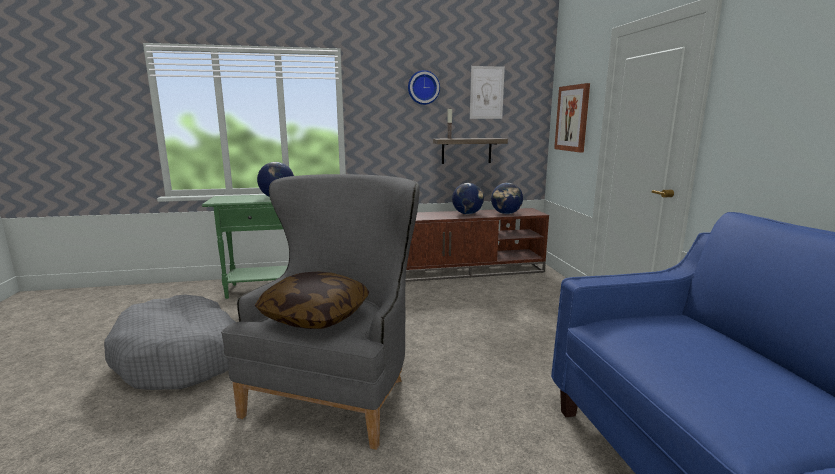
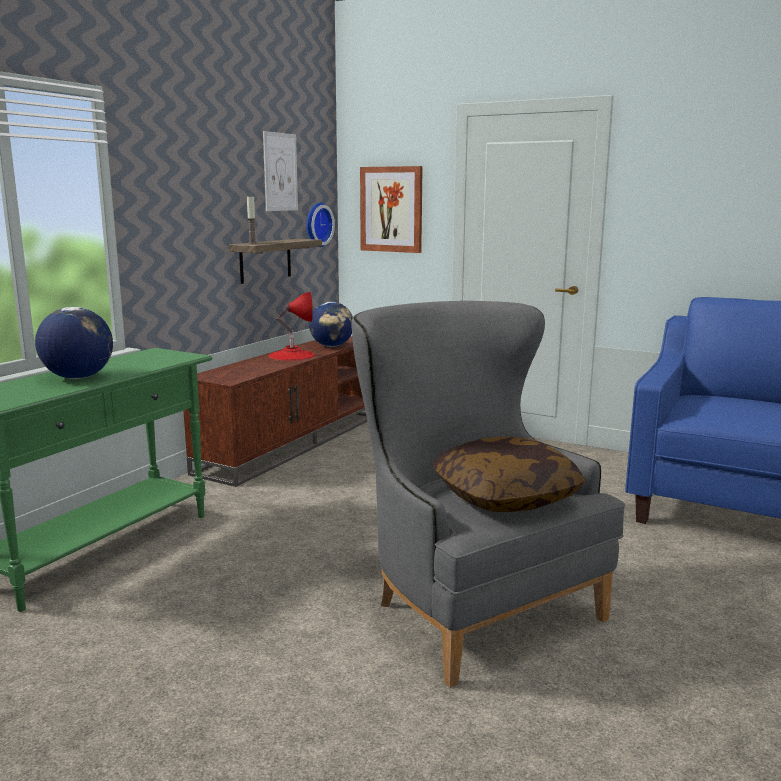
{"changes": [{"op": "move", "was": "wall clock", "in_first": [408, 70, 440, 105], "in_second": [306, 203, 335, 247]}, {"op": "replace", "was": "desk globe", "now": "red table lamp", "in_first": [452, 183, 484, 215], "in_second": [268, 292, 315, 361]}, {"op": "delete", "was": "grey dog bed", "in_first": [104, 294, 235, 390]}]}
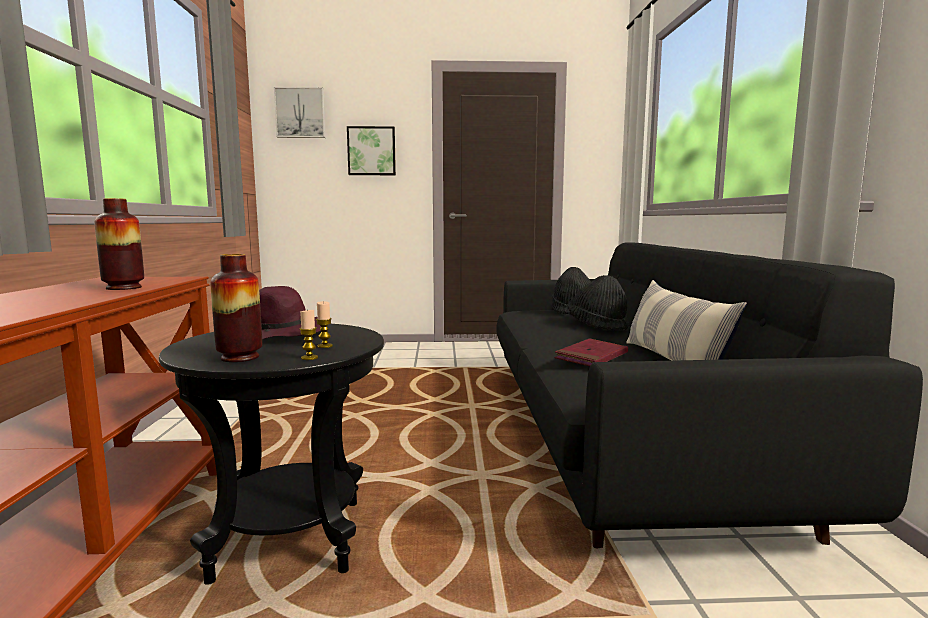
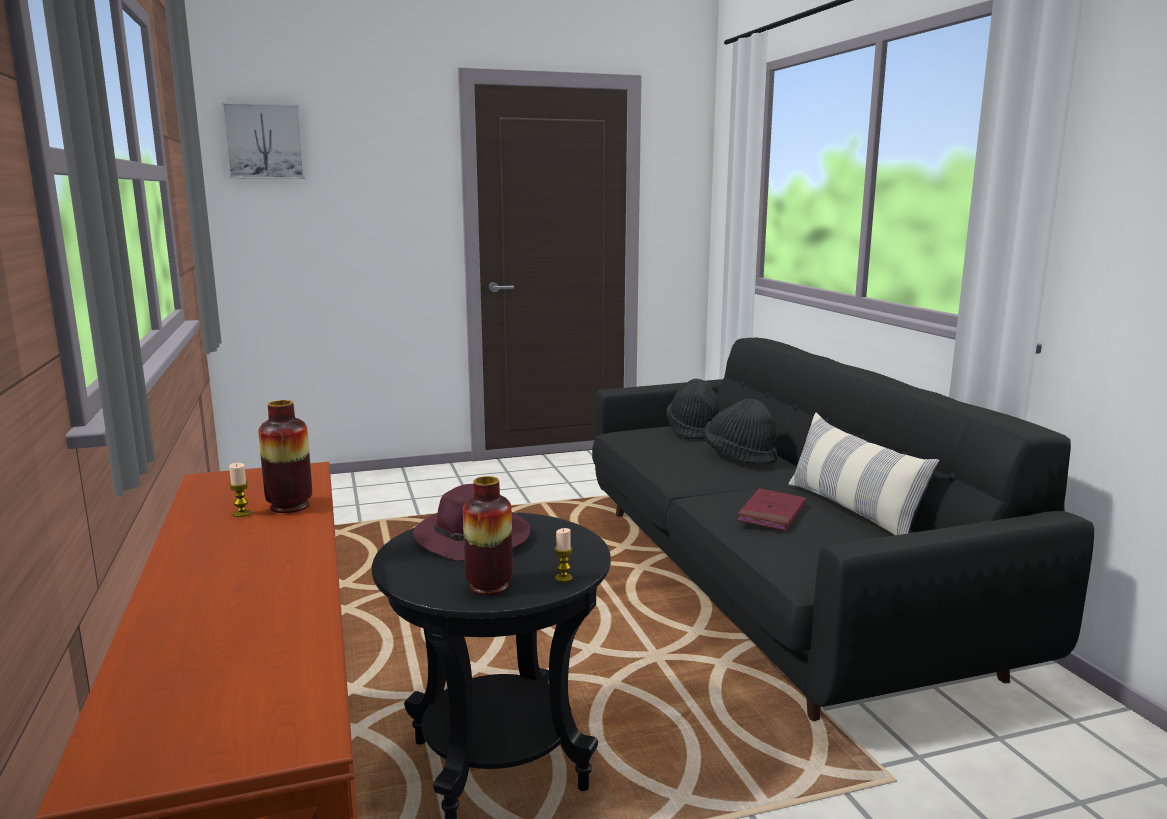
{"changes": [{"op": "delete", "was": "wall picture", "in_first": [347, 126, 396, 175]}, {"op": "move", "was": "wax candle", "in_first": [316, 301, 333, 348], "in_second": [229, 463, 251, 517]}]}
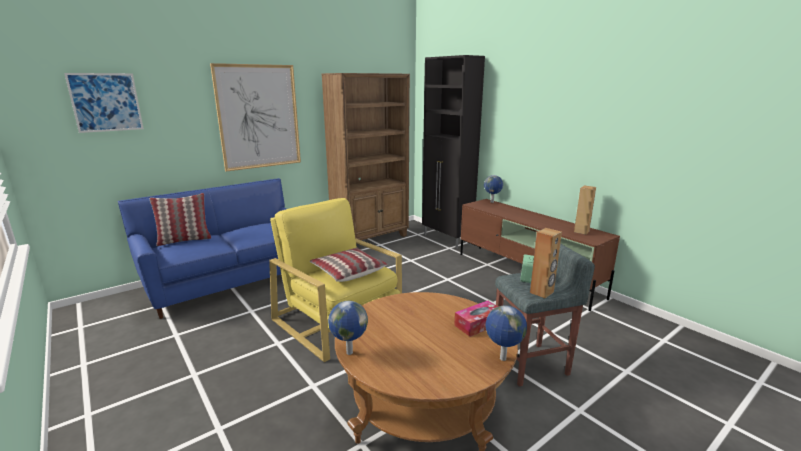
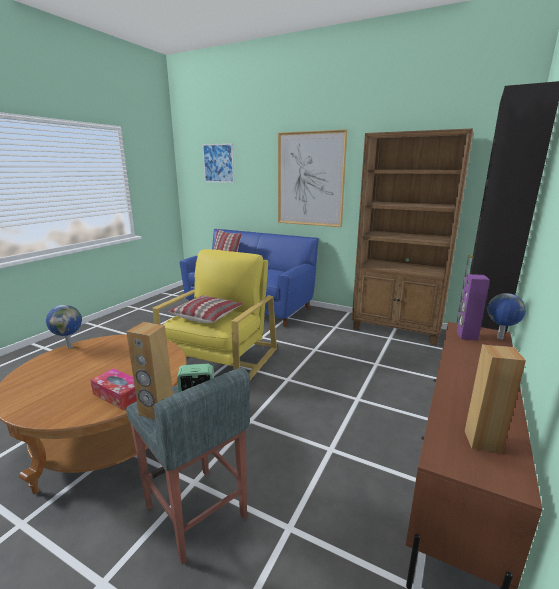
{"changes": [{"op": "delete", "was": "desk globe", "in_first": [486, 305, 527, 361]}, {"op": "insert", "now": "purple-coloured audio speaker", "in_second": [457, 274, 490, 340]}]}
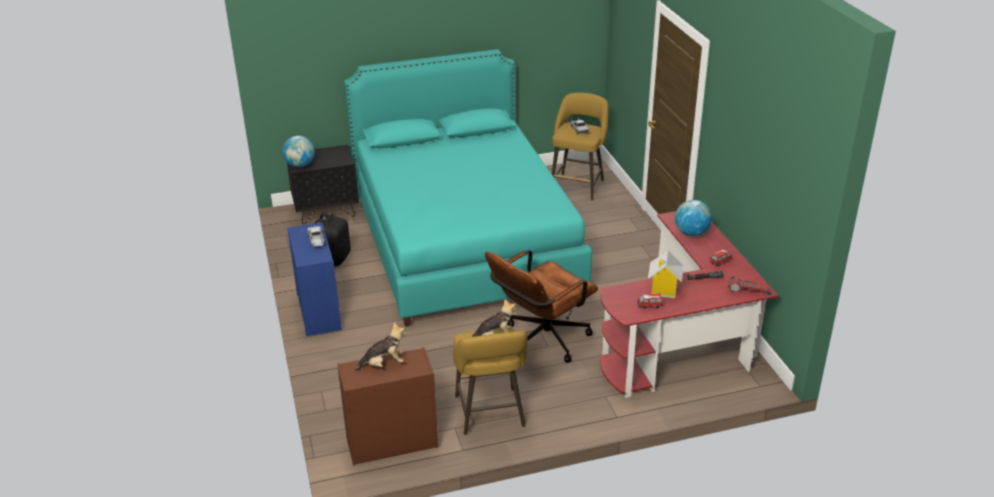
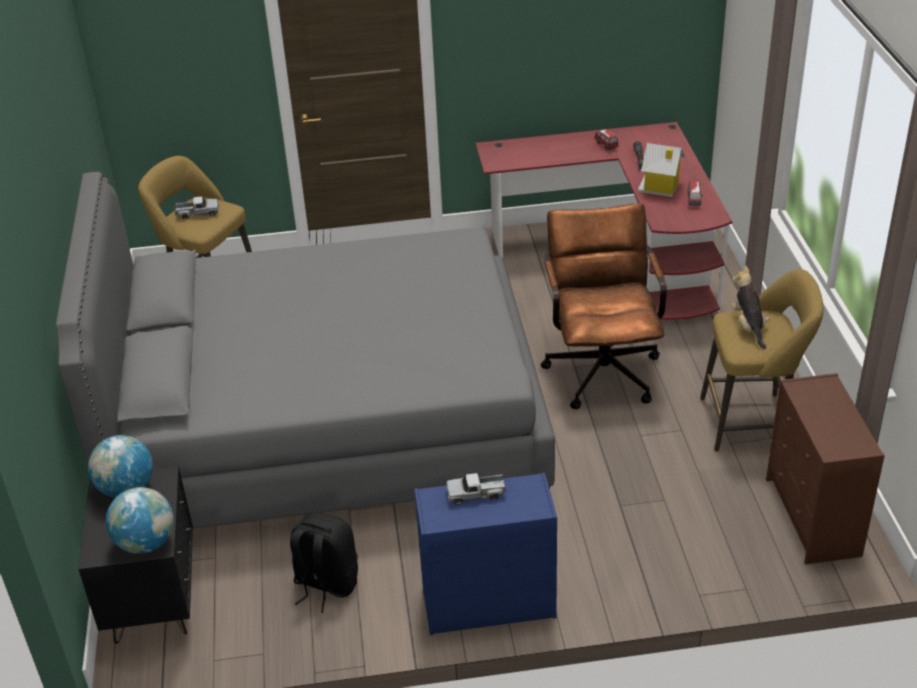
{"changes": [{"op": "recolor", "was": "blue-green bedroom bed", "now": "grey bedroom bed", "in_first": [344, 49, 592, 327], "in_second": [56, 172, 555, 529]}, {"op": "move", "was": "desk globe", "in_first": [675, 200, 712, 236], "in_second": [88, 435, 153, 498]}, {"op": "rotate", "was": "brown office chair", "in_first": [485, 249, 598, 363], "in_second": [540, 204, 667, 409], "clockwise": -150}, {"op": "delete", "was": "flashlight", "in_first": [728, 276, 766, 293]}, {"op": "delete", "was": "soft toy", "in_first": [355, 323, 407, 372]}]}
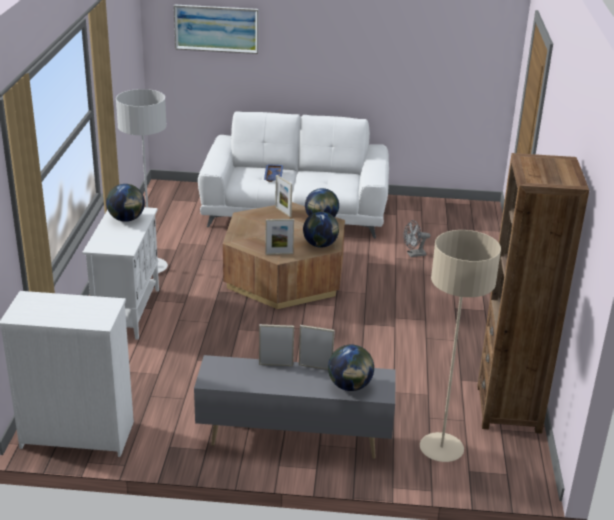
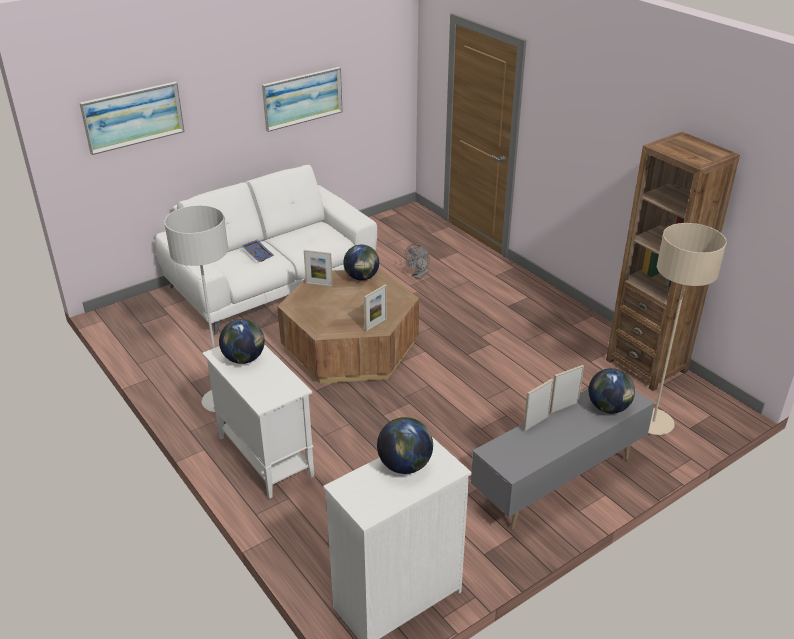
{"changes": [{"op": "move", "was": "desk globe", "in_first": [303, 212, 339, 248], "in_second": [377, 417, 433, 474]}, {"op": "insert", "now": "wall picture", "in_second": [262, 67, 343, 132]}]}
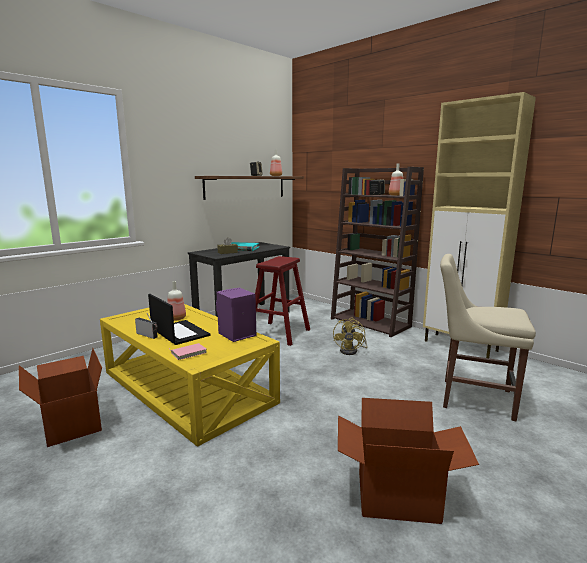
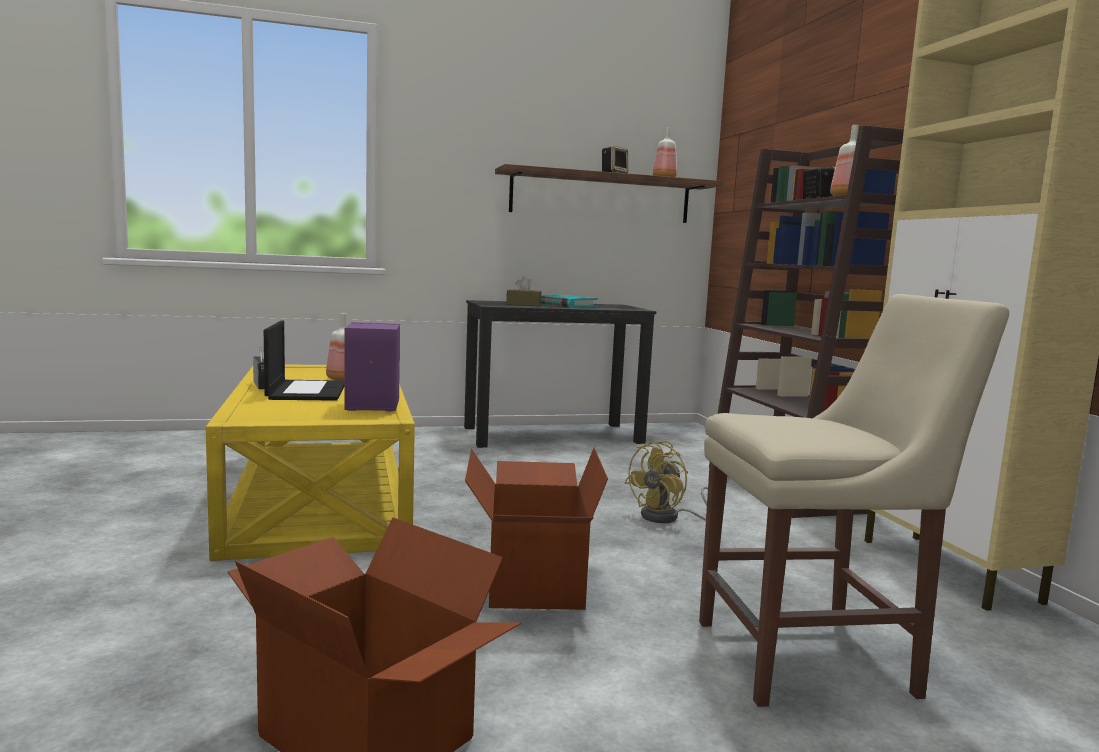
{"changes": [{"op": "rotate", "was": "beige chair", "in_first": [440, 254, 536, 422], "in_second": [699, 294, 1009, 707], "clockwise": 120}, {"op": "delete", "was": "red stool seat", "in_first": [255, 256, 310, 346]}, {"op": "delete", "was": "pink bound book", "in_first": [169, 343, 207, 360]}, {"op": "move", "was": "carton", "in_first": [19, 348, 102, 447], "in_second": [465, 448, 608, 610]}]}
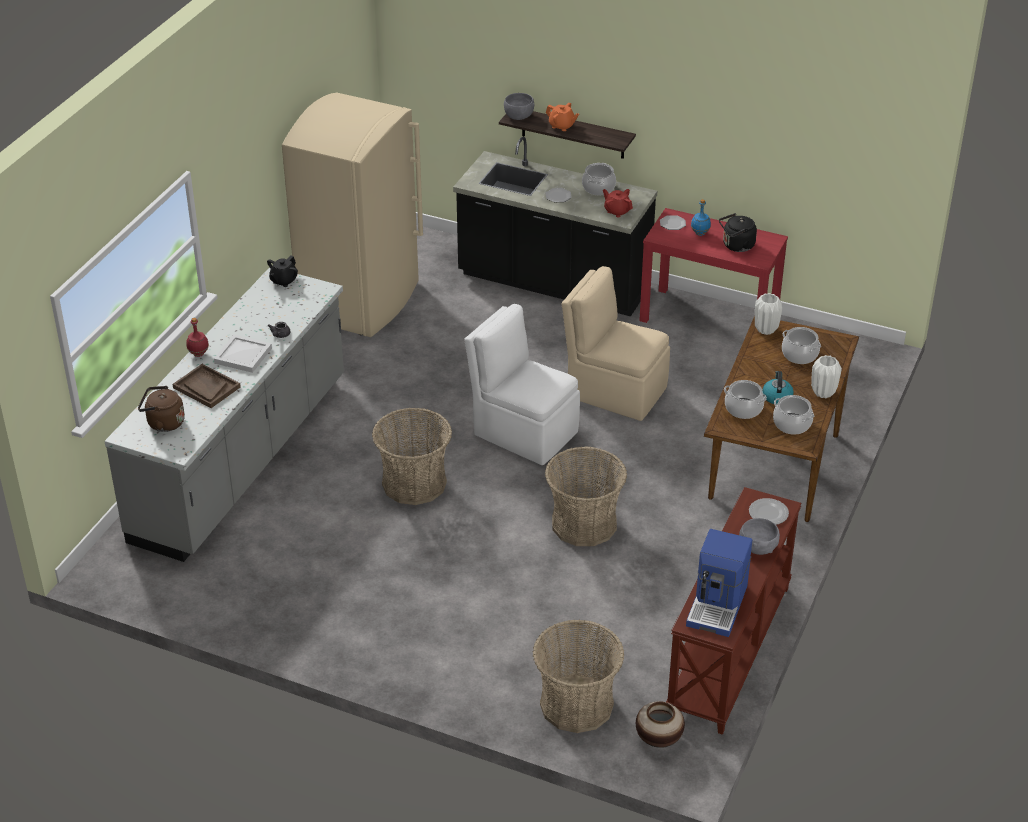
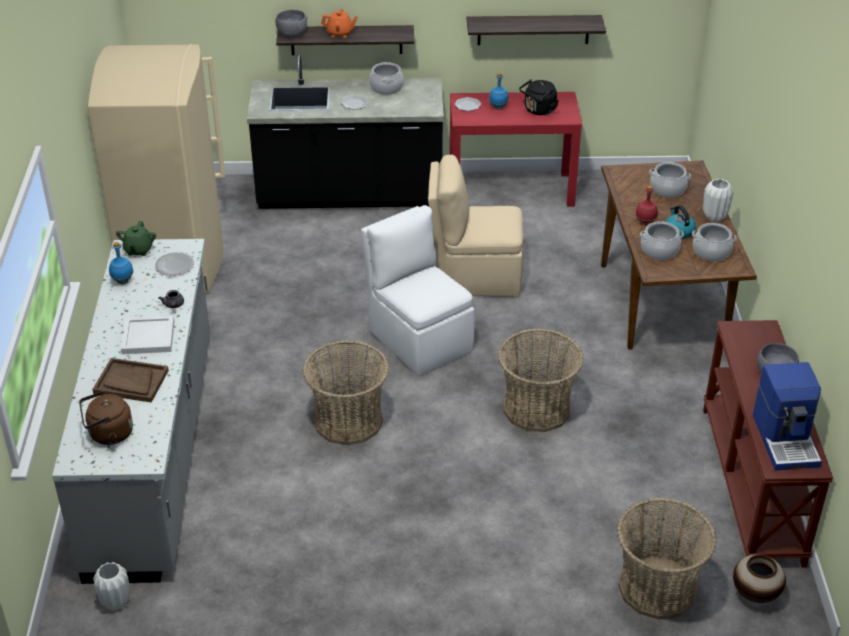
{"changes": [{"op": "delete", "was": "red teapot", "in_first": [603, 189, 633, 217]}, {"op": "recolor", "was": "blackish teapot", "now": "green-coloured teapot", "in_first": [267, 256, 298, 287], "in_second": [116, 221, 156, 256]}, {"op": "move", "was": "whitish vase", "in_first": [755, 293, 782, 335], "in_second": [93, 562, 130, 611]}, {"op": "rotate", "was": "whitish chair", "in_first": [464, 304, 580, 465], "in_second": [361, 205, 475, 376], "clockwise": 45}, {"op": "move", "was": "red drink bottle", "in_first": [186, 318, 209, 357], "in_second": [635, 186, 658, 226]}, {"op": "move", "was": "dinner plate", "in_first": [749, 498, 789, 525], "in_second": [155, 252, 194, 276]}, {"op": "insert", "now": "bracket shelf", "in_second": [467, 15, 606, 45]}, {"op": "insert", "now": "bluish drink bottle", "in_second": [109, 242, 134, 284]}]}
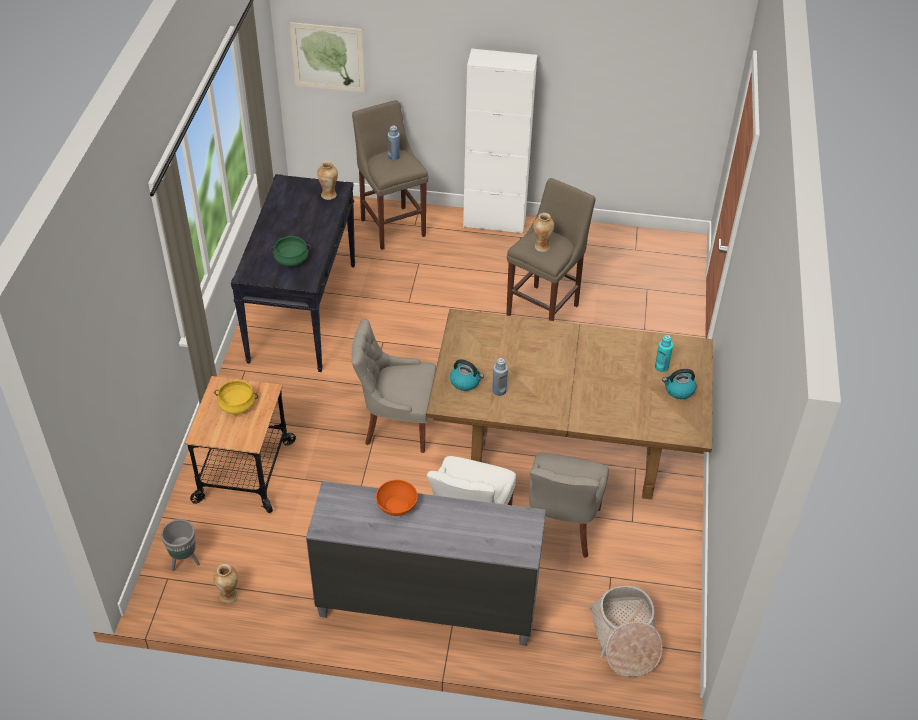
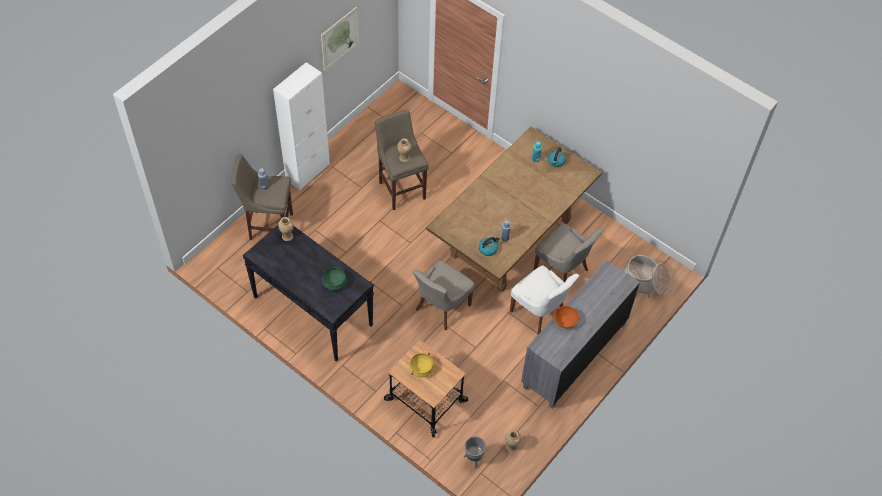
{"changes": [{"op": "move", "was": "wall picture", "in_first": [290, 22, 365, 93], "in_second": [321, 6, 359, 71]}]}
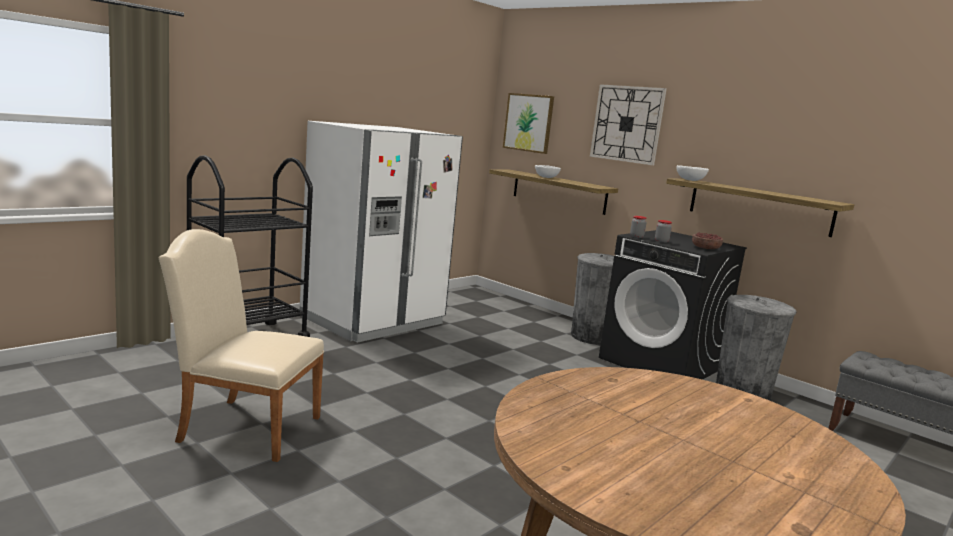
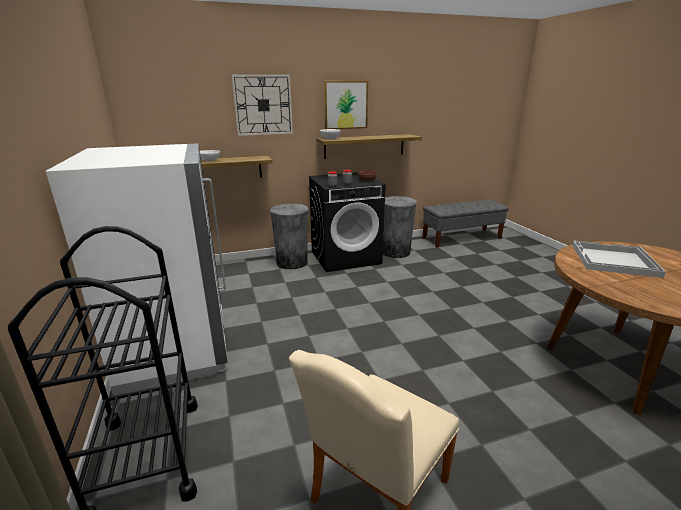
{"changes": [{"op": "move", "was": "wall picture", "in_first": [503, 93, 554, 154], "in_second": [324, 81, 368, 129]}, {"op": "insert", "now": "whitish carrying tray", "in_second": [573, 241, 666, 278]}]}
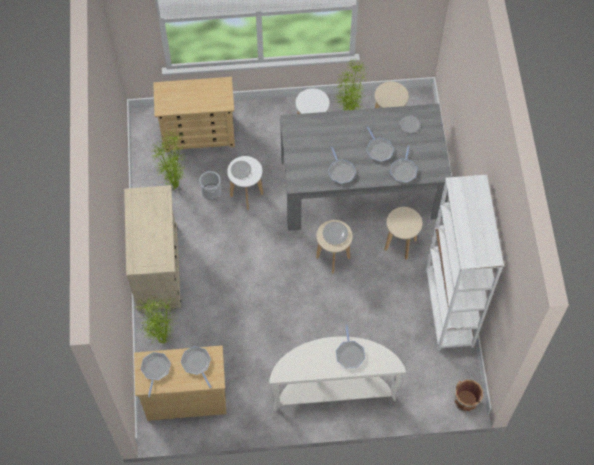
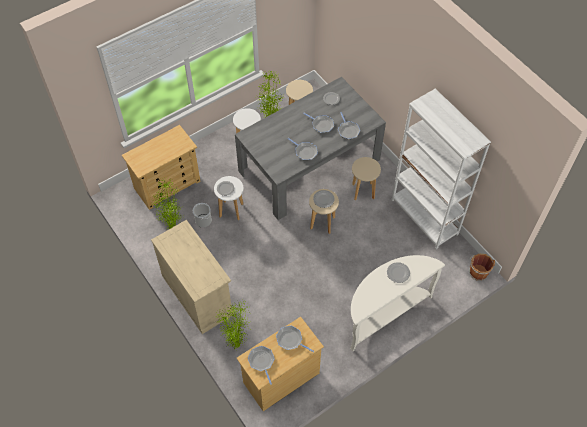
{"changes": [{"op": "replace", "was": "frying pan", "now": "dinner plate", "in_first": [336, 325, 365, 369], "in_second": [387, 262, 410, 283]}]}
